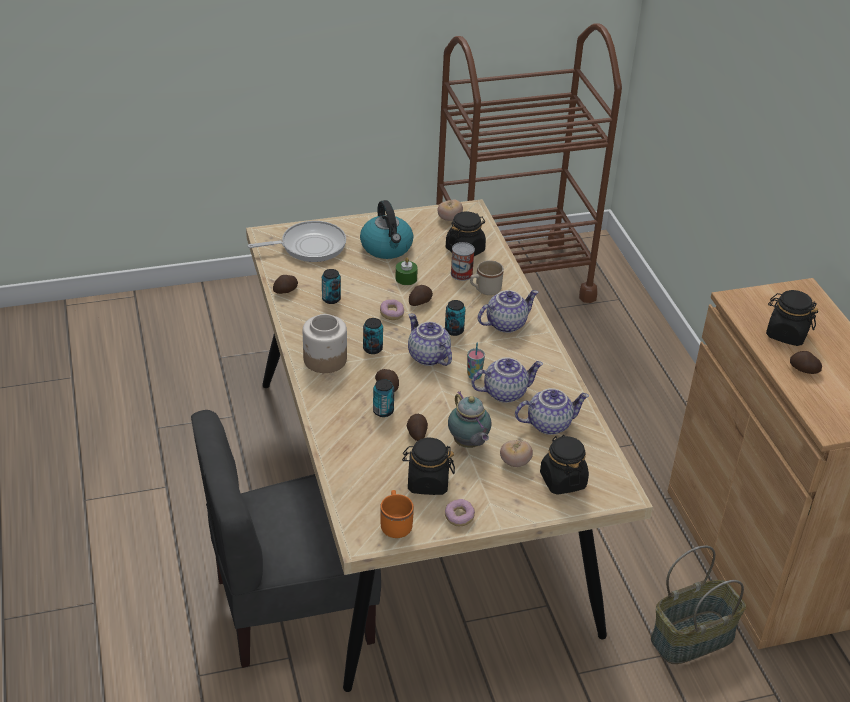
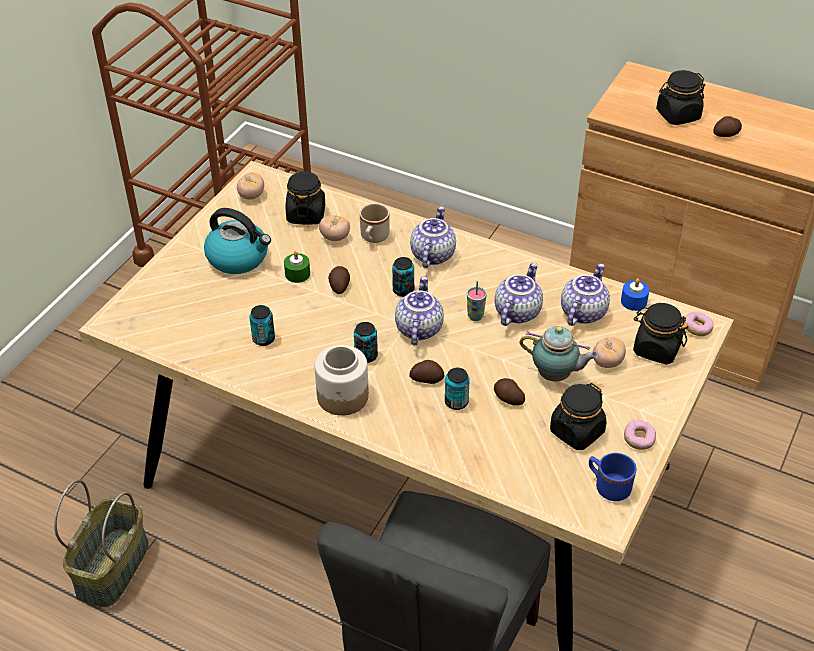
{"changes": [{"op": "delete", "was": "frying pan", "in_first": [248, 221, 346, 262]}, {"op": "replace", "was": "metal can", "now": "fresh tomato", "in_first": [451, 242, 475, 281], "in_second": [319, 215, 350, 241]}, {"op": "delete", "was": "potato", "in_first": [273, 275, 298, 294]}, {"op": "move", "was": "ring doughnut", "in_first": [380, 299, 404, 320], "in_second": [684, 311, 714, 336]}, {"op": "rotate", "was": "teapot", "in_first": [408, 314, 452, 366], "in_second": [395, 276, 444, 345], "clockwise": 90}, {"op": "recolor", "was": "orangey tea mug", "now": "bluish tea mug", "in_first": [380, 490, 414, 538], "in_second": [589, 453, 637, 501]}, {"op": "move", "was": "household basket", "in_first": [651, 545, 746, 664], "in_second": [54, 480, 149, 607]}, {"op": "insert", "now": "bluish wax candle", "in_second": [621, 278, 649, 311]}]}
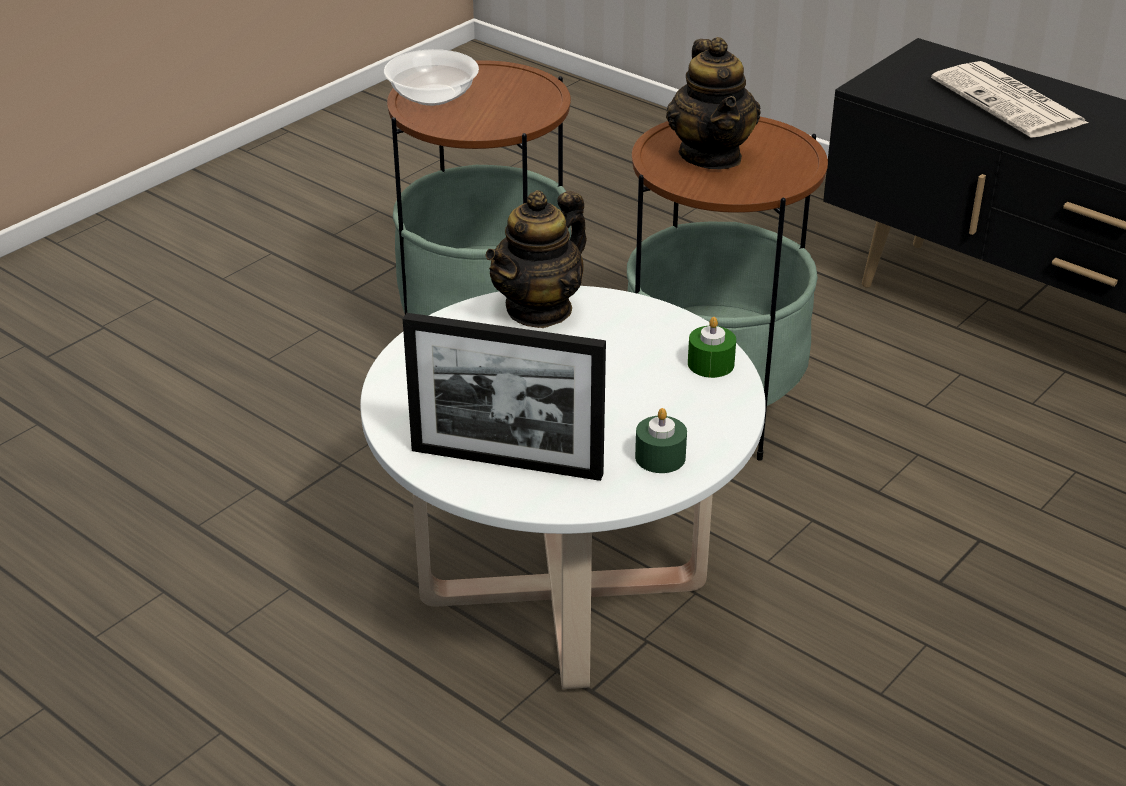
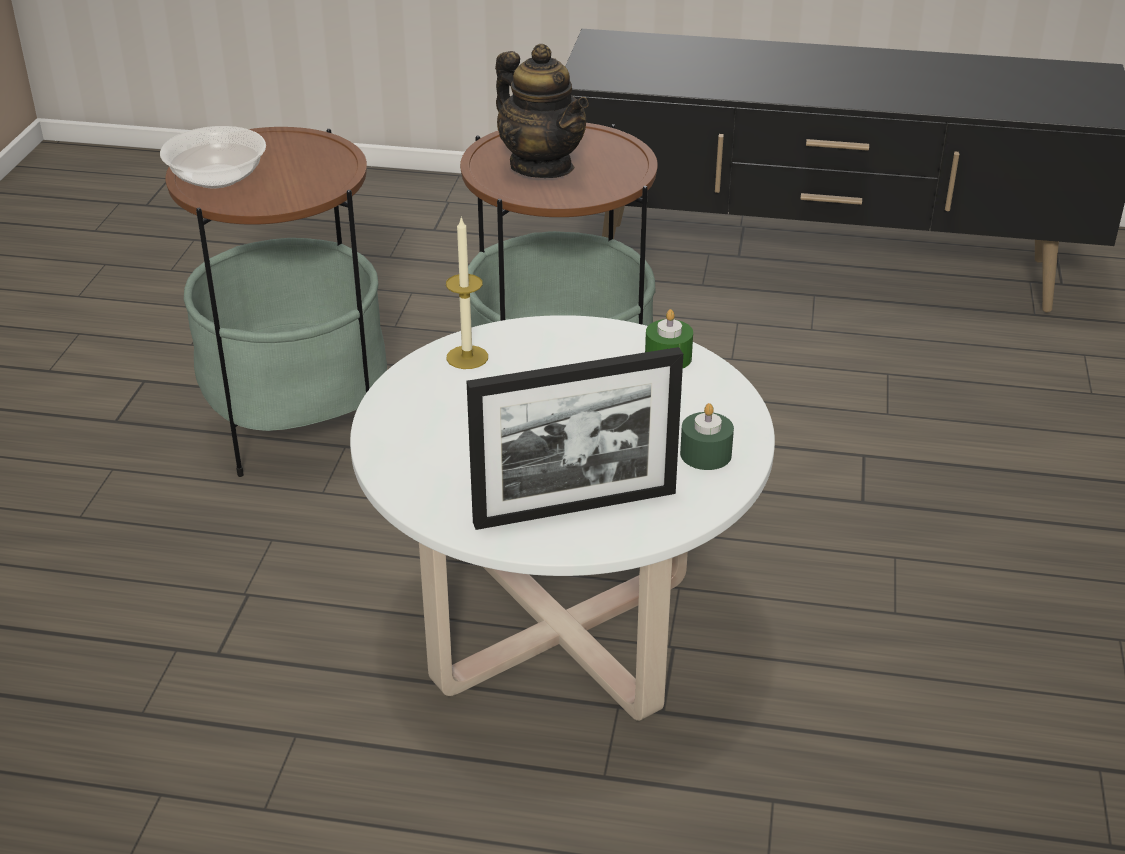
{"changes": [{"op": "delete", "was": "printed paper", "in_first": [931, 61, 1088, 138]}, {"op": "replace", "was": "teapot", "now": "wax candle", "in_first": [485, 190, 587, 328], "in_second": [446, 216, 488, 369]}]}
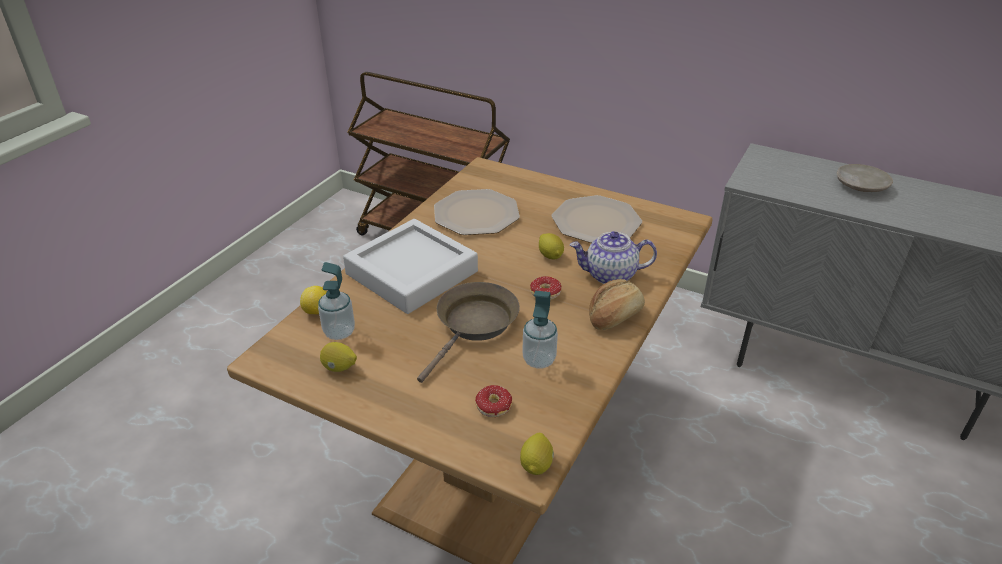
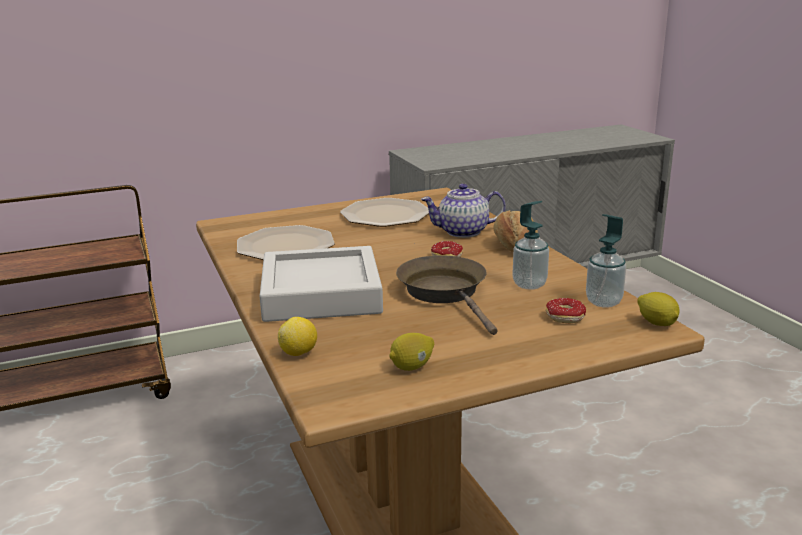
{"changes": [{"op": "delete", "was": "beige dinner plate", "in_first": [837, 164, 893, 192]}, {"op": "rotate", "was": "teapot", "in_first": [570, 231, 657, 284], "in_second": [421, 183, 506, 238], "clockwise": 45}, {"op": "delete", "was": "citrus fruit", "in_first": [539, 233, 564, 260]}, {"op": "move", "was": "liquid soap bottle", "in_first": [318, 262, 355, 340], "in_second": [586, 214, 626, 308]}]}
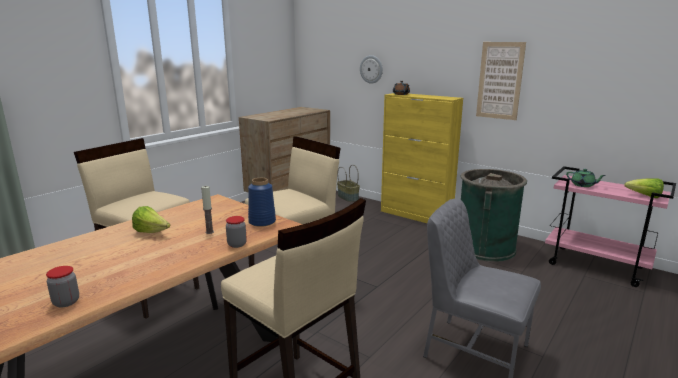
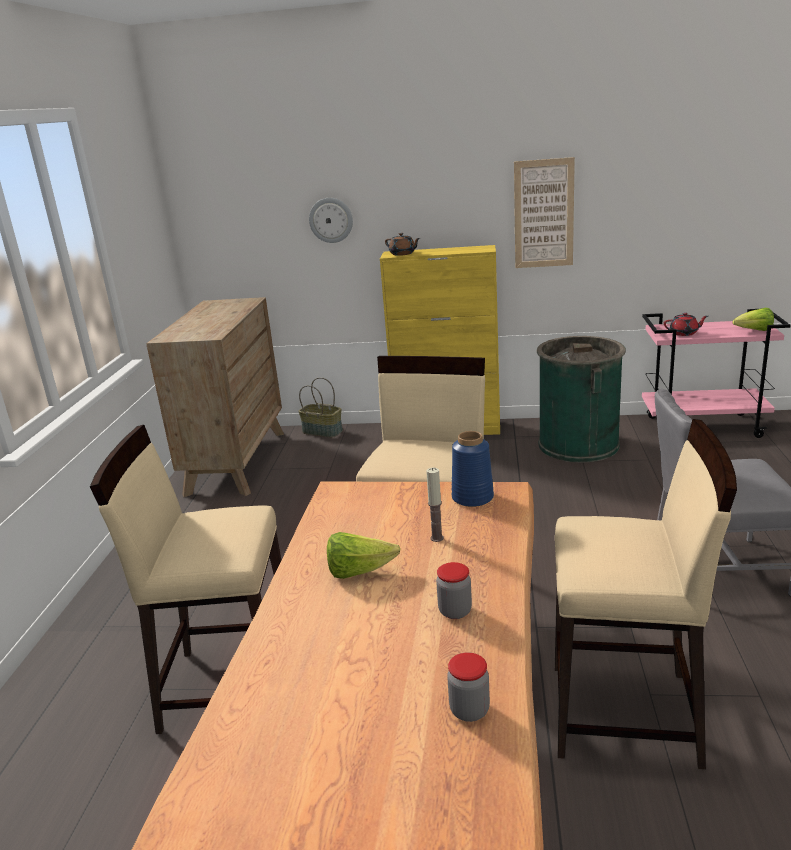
{"changes": [{"op": "recolor", "was": "green-coloured teapot", "now": "red teapot", "in_first": [566, 169, 606, 187], "in_second": [664, 313, 708, 336]}, {"op": "move", "was": "preserve jar", "in_first": [226, 216, 247, 248], "in_second": [436, 562, 472, 619]}]}
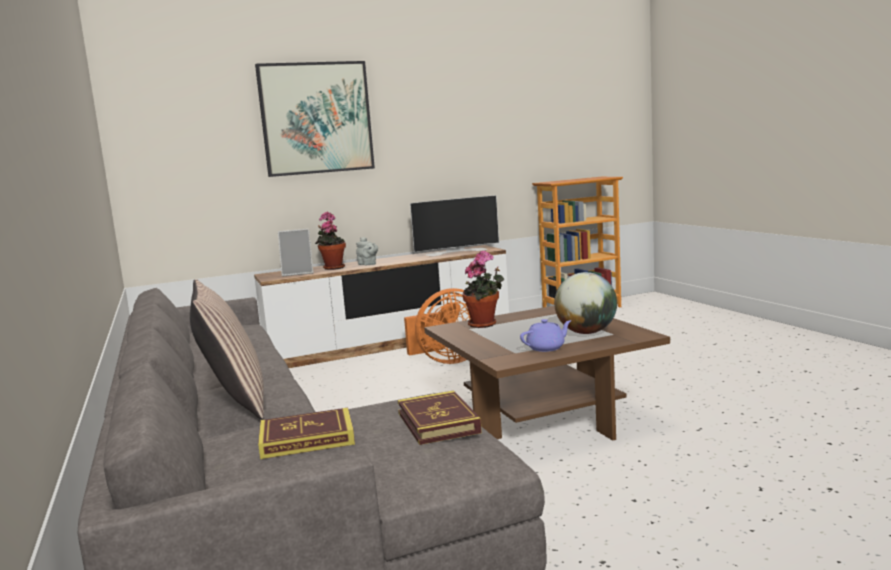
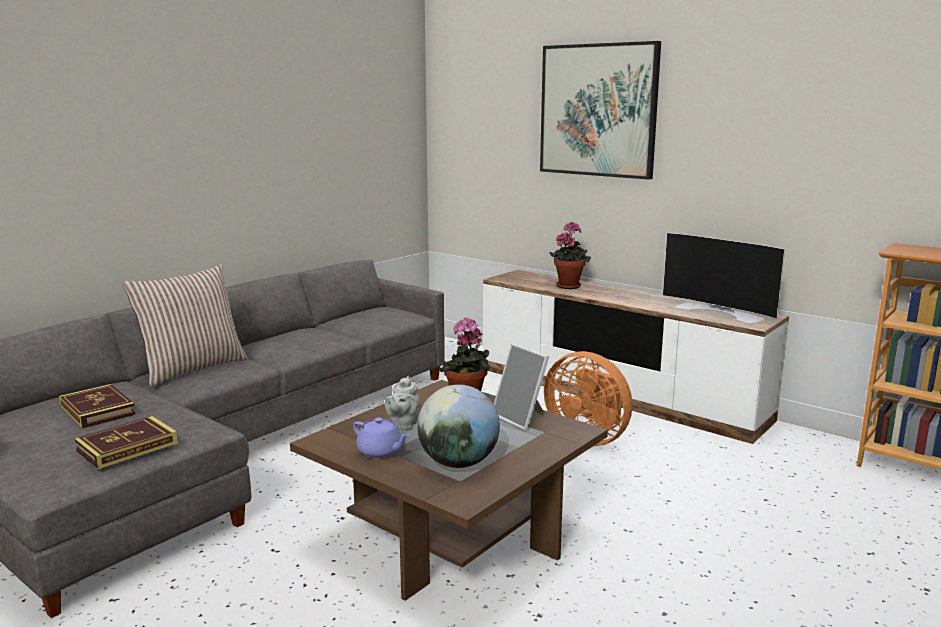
{"changes": [{"op": "move", "was": "picture frame", "in_first": [278, 229, 314, 277], "in_second": [494, 343, 549, 431]}, {"op": "move", "was": "grey teapot", "in_first": [356, 237, 378, 265], "in_second": [385, 376, 420, 431]}]}
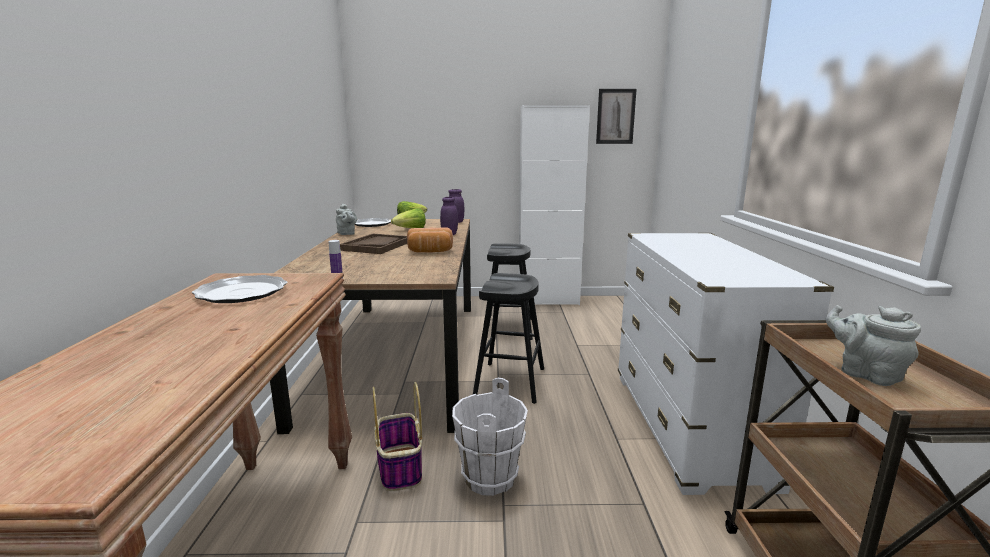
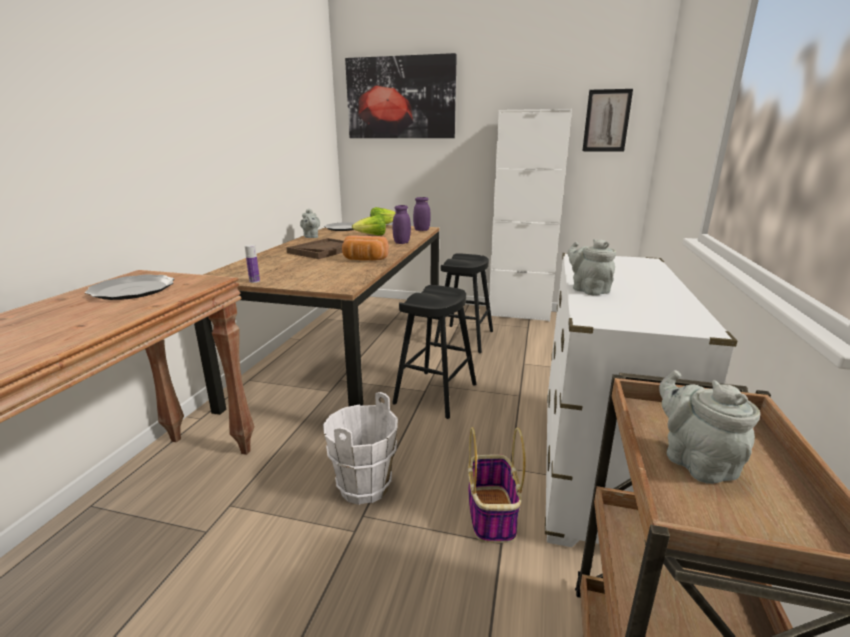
{"changes": [{"op": "move", "was": "household basket", "in_first": [372, 382, 423, 491], "in_second": [468, 427, 526, 543]}, {"op": "insert", "now": "wall picture", "in_second": [345, 53, 457, 138]}, {"op": "insert", "now": "grey teapot", "in_second": [568, 239, 616, 295]}]}
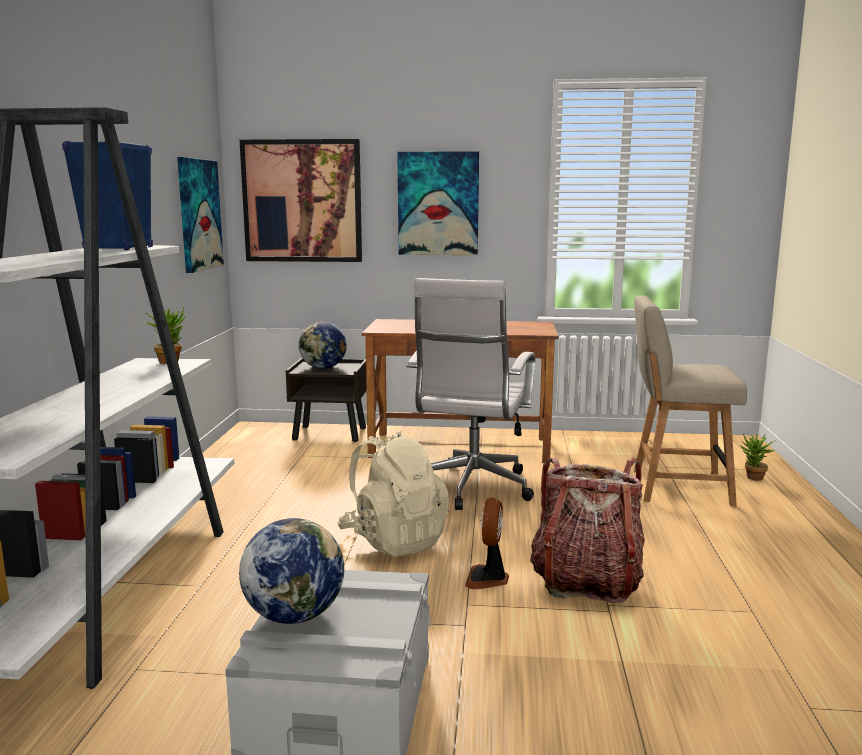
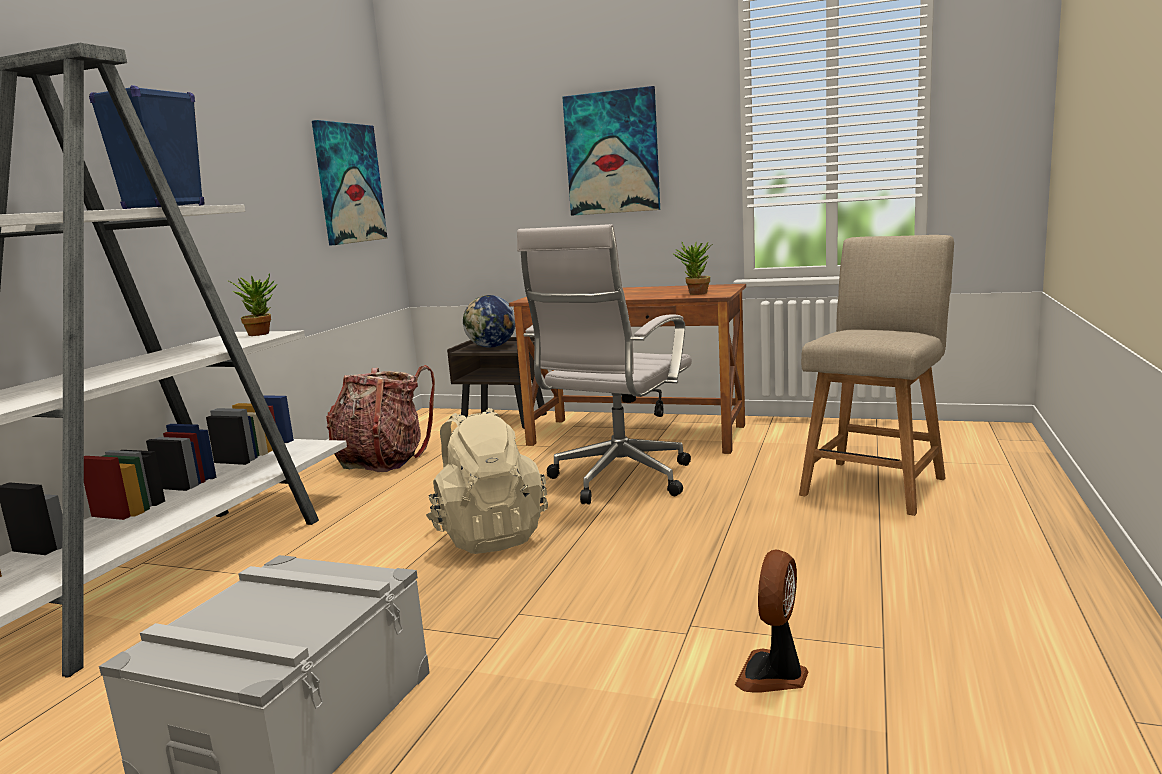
{"changes": [{"op": "delete", "was": "wall picture", "in_first": [240, 139, 362, 262]}, {"op": "rotate", "was": "beige chair", "in_first": [634, 295, 747, 507], "in_second": [799, 235, 954, 516], "clockwise": 105}, {"op": "move", "was": "plant in a pot", "in_first": [740, 433, 776, 481], "in_second": [673, 241, 713, 295]}, {"op": "move", "was": "knapsack", "in_first": [530, 457, 645, 603], "in_second": [326, 365, 435, 472]}, {"op": "move", "was": "fan", "in_first": [465, 498, 509, 589], "in_second": [735, 550, 808, 692]}, {"op": "delete", "was": "desk globe", "in_first": [239, 518, 344, 624]}]}
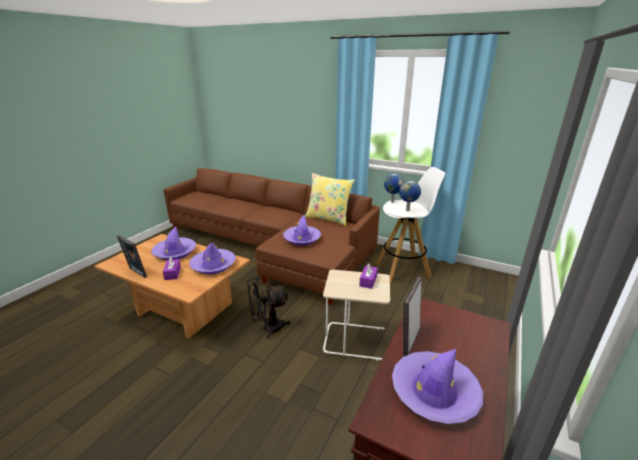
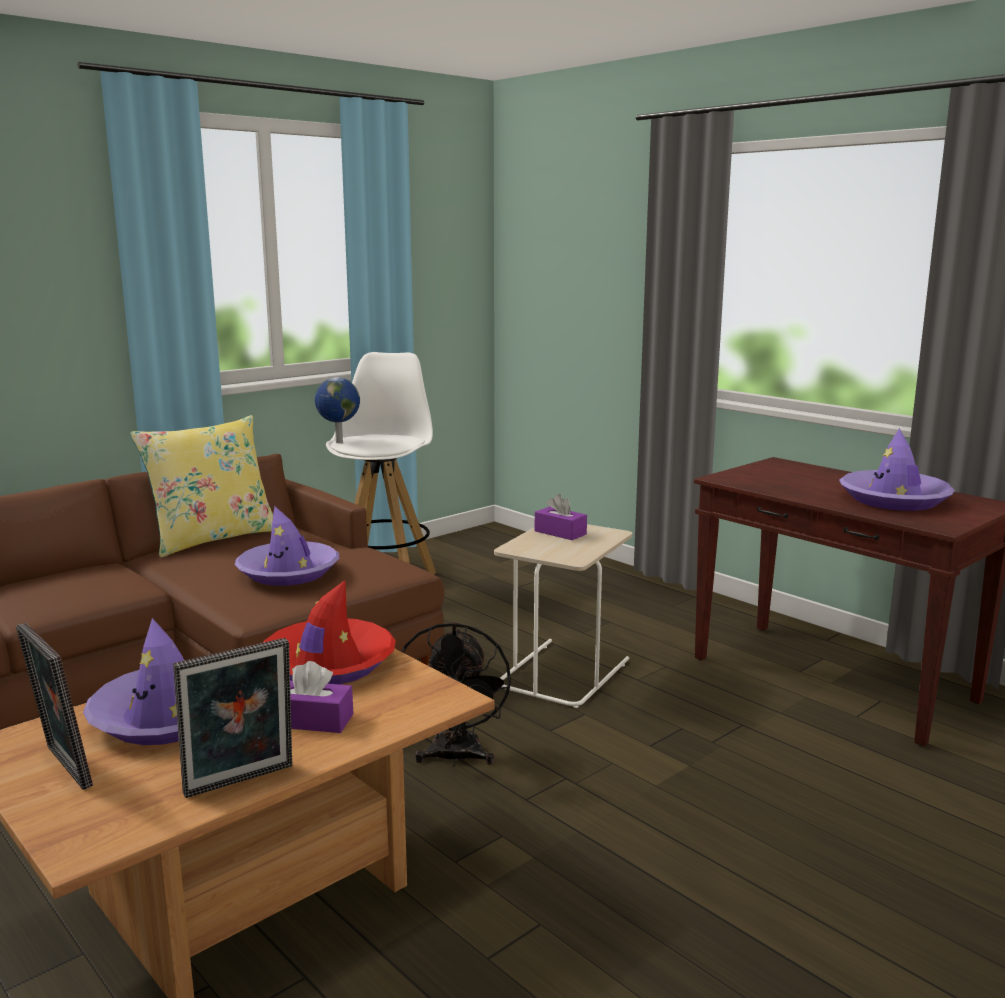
{"changes": [{"op": "delete", "was": "desk globe", "in_first": [399, 181, 421, 211]}, {"op": "recolor", "was": "purple-coloured hat", "now": "red hat", "in_first": [189, 243, 236, 274], "in_second": [262, 580, 396, 685]}, {"op": "move", "was": "picture frame", "in_first": [403, 277, 422, 356], "in_second": [16, 623, 93, 790]}]}
